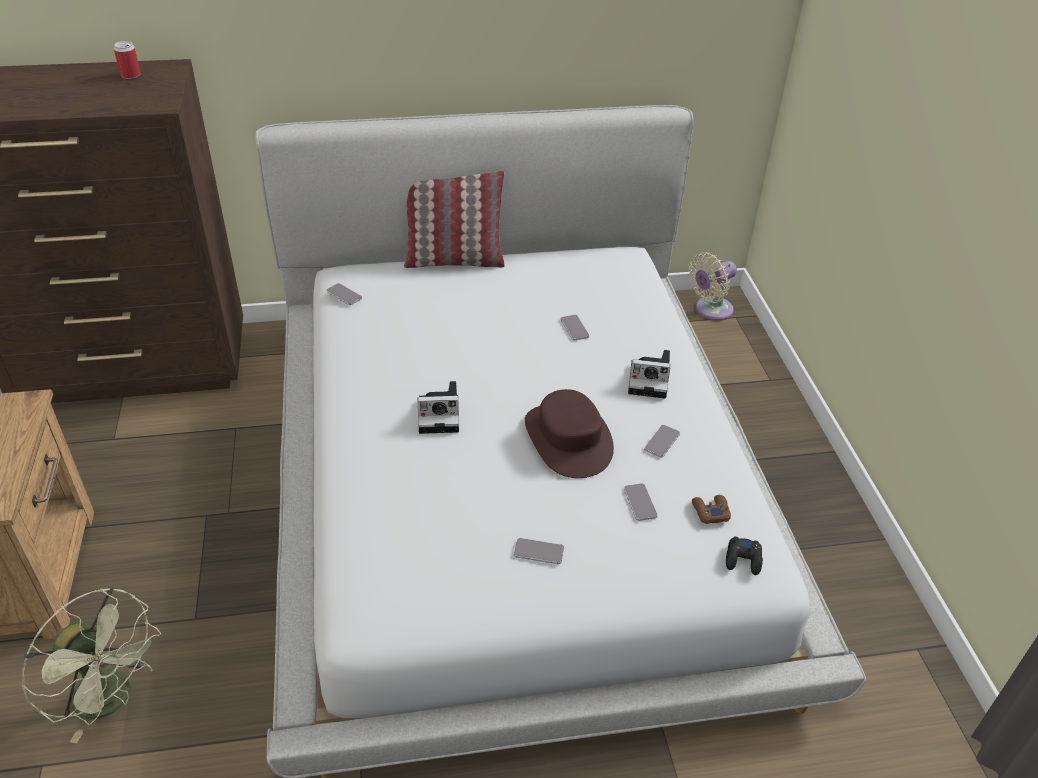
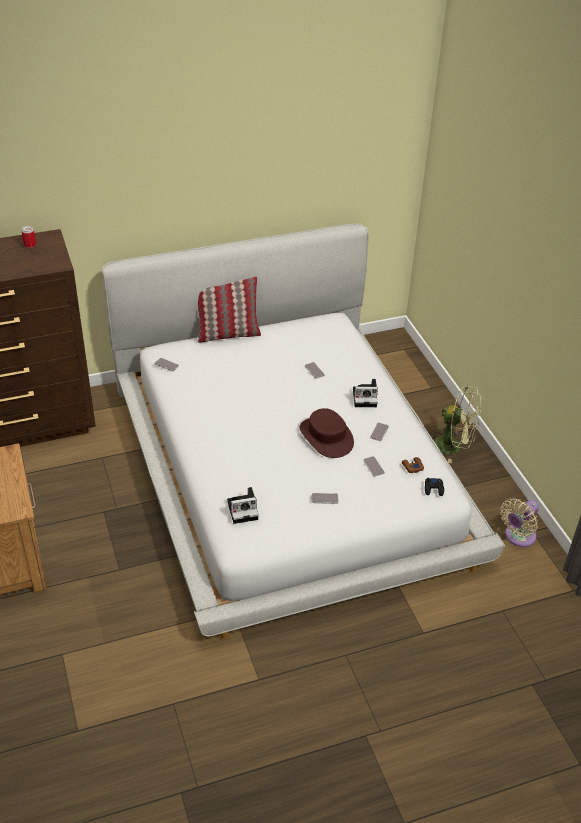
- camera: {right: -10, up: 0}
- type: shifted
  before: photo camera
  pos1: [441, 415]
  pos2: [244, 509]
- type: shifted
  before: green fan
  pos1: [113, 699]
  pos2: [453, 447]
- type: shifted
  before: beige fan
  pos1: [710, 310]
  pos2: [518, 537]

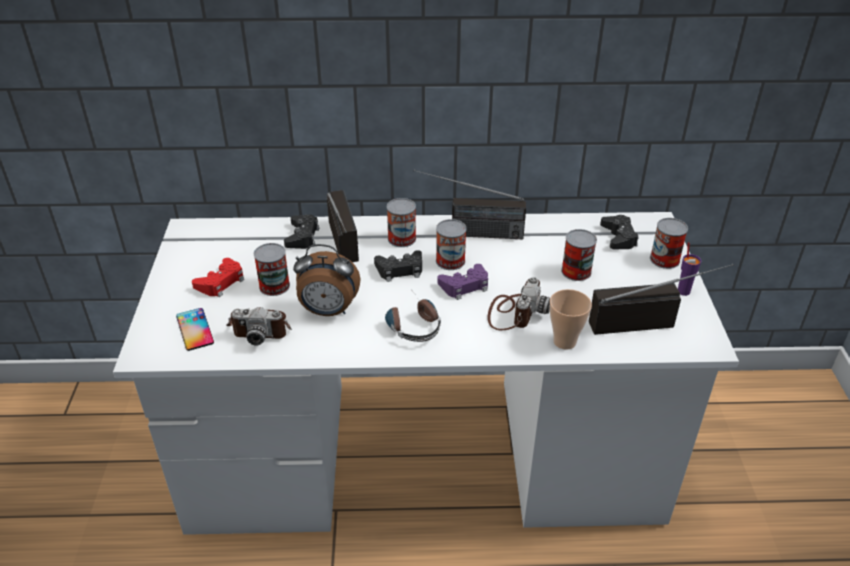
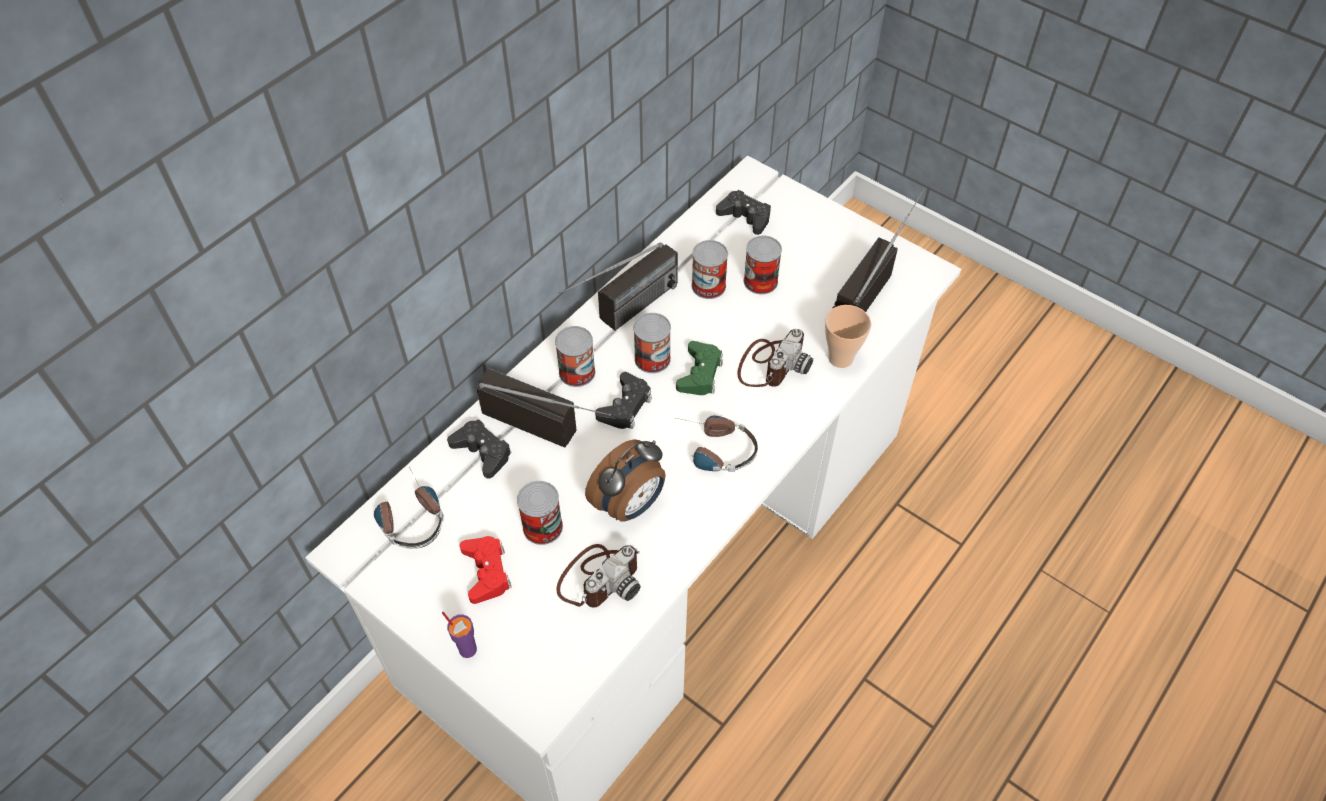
- camera: {right: -50, up: 15}
- type: new
  after: headphones
  pos2: [409, 515]
- type: shifted
  before: purple cup
  pos1: [683, 291]
  pos2: [467, 649]
- type: repainted
  before: purple game controller
  after: green game controller
  pos1: [465, 286]
  pos2: [700, 374]
- type: shifted
  before: can
  pos1: [664, 259]
  pos2: [708, 286]
- type: rotated
  before: photo camera
  pos1: [514, 312]
  pos2: [771, 364]
  turn: 60
- type: gone
  before: phone
  pos1: [194, 329]

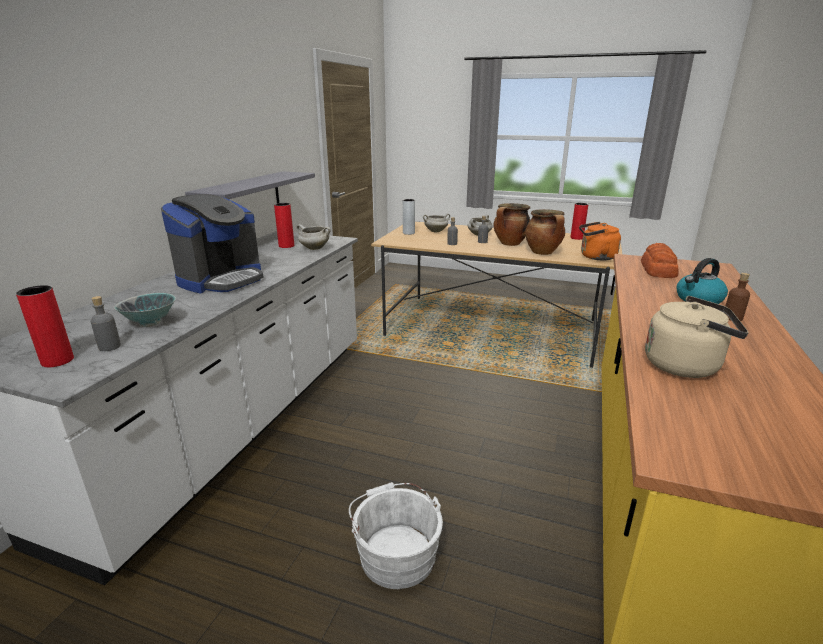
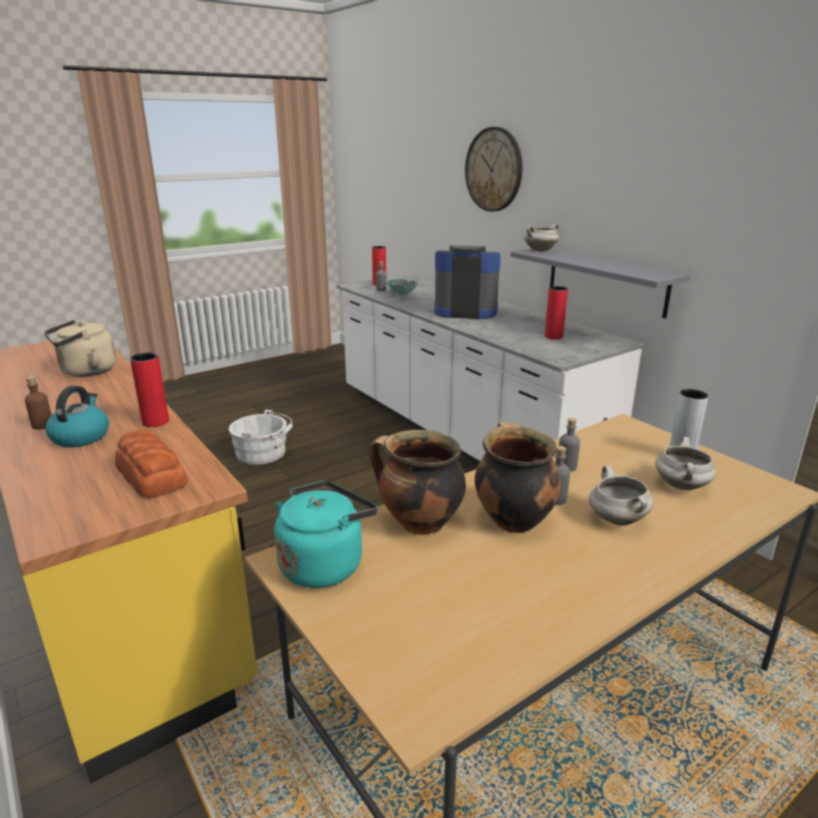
- camera: {right: 125, up: 0}
- type: shifted
  before: red vase
  pos1: [576, 238]
  pos2: [155, 422]
- type: repainted
  before: orange kettle
  after: turquoise kettle
  pos1: [595, 257]
  pos2: [324, 564]
- type: rotated
  before: coffee machine
  pos1: [221, 280]
  pos2: [465, 311]
  turn: 120
- type: new
  after: wall clock
  pos2: [494, 170]
- type: shifted
  before: white cooking pot
  pos1: [314, 248]
  pos2: [540, 250]

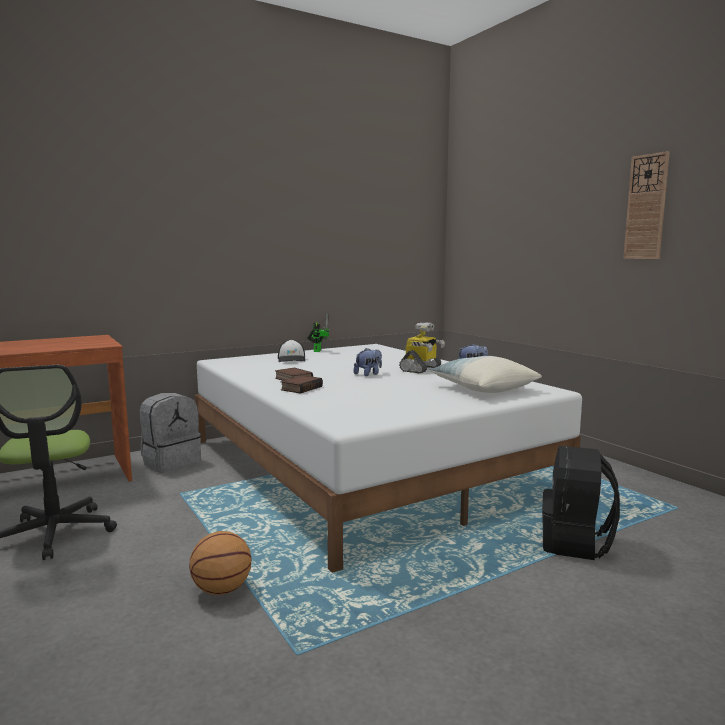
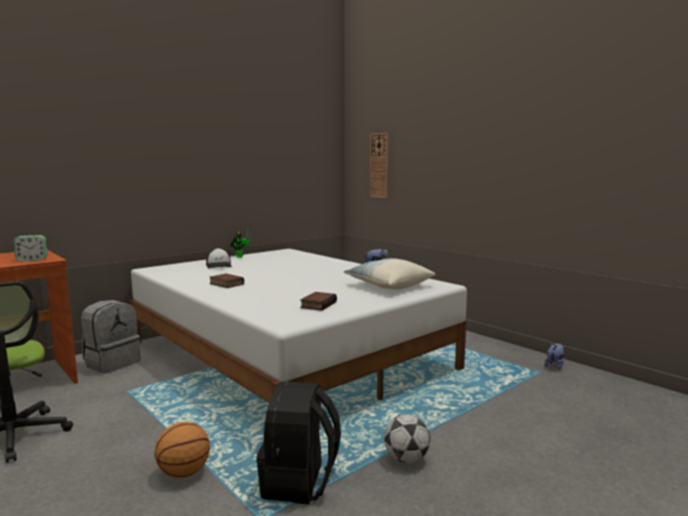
- camera: {right: -10, up: 0}
- type: new
  after: alarm clock
  pos2: [32, 260]
- type: shifted
  before: black backpack
  pos1: [576, 543]
  pos2: [299, 483]
- type: shifted
  before: book
  pos1: [301, 388]
  pos2: [318, 304]
- type: shifted
  before: wall clock
  pos1: [646, 207]
  pos2: [379, 165]
- type: new
  after: football
  pos2: [406, 459]
- type: shifted
  before: plush toy
  pos1: [368, 374]
  pos2: [554, 366]
- type: gone
  before: toy robot
  pos1: [421, 369]

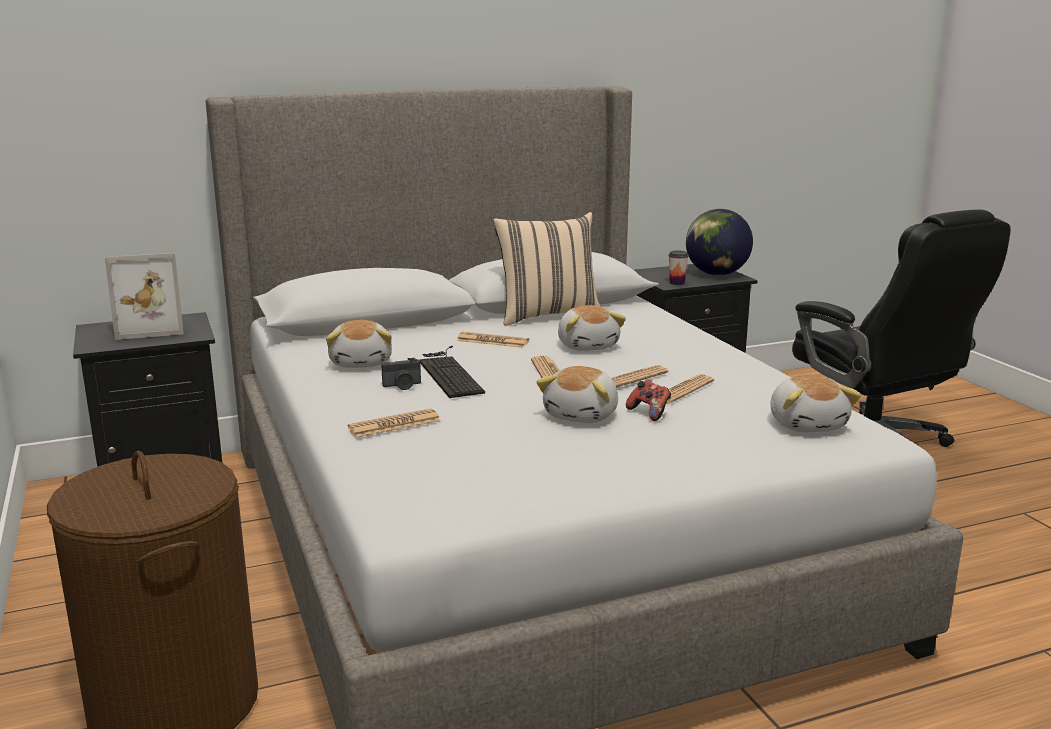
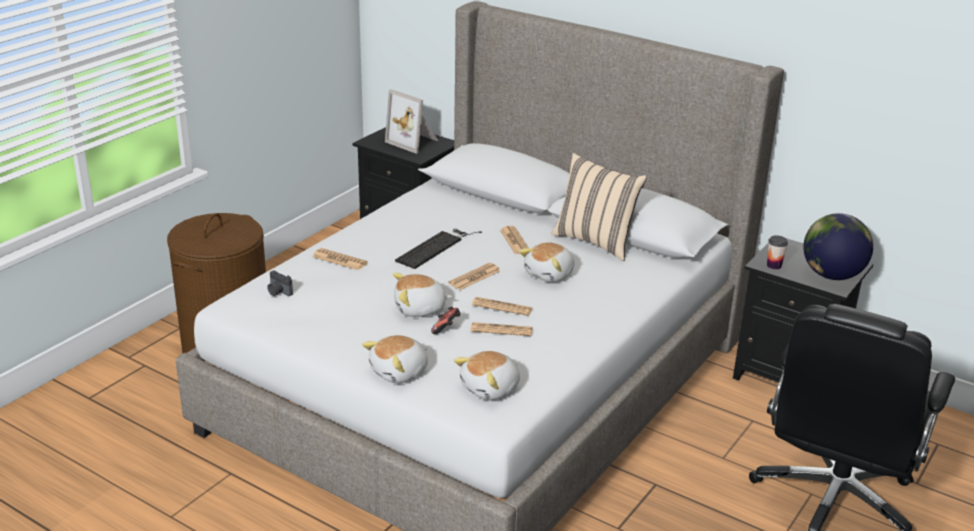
- camera: {right: 55, up: 10}
- type: shifted
  before: photo camera
  pos1: [402, 386]
  pos2: [278, 292]
- type: shifted
  before: plush toy
  pos1: [362, 362]
  pos2: [400, 372]

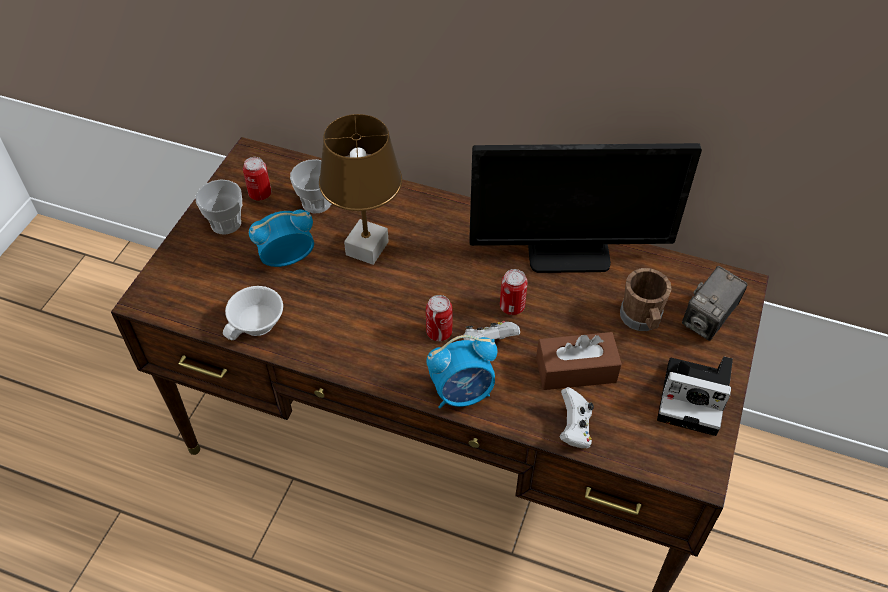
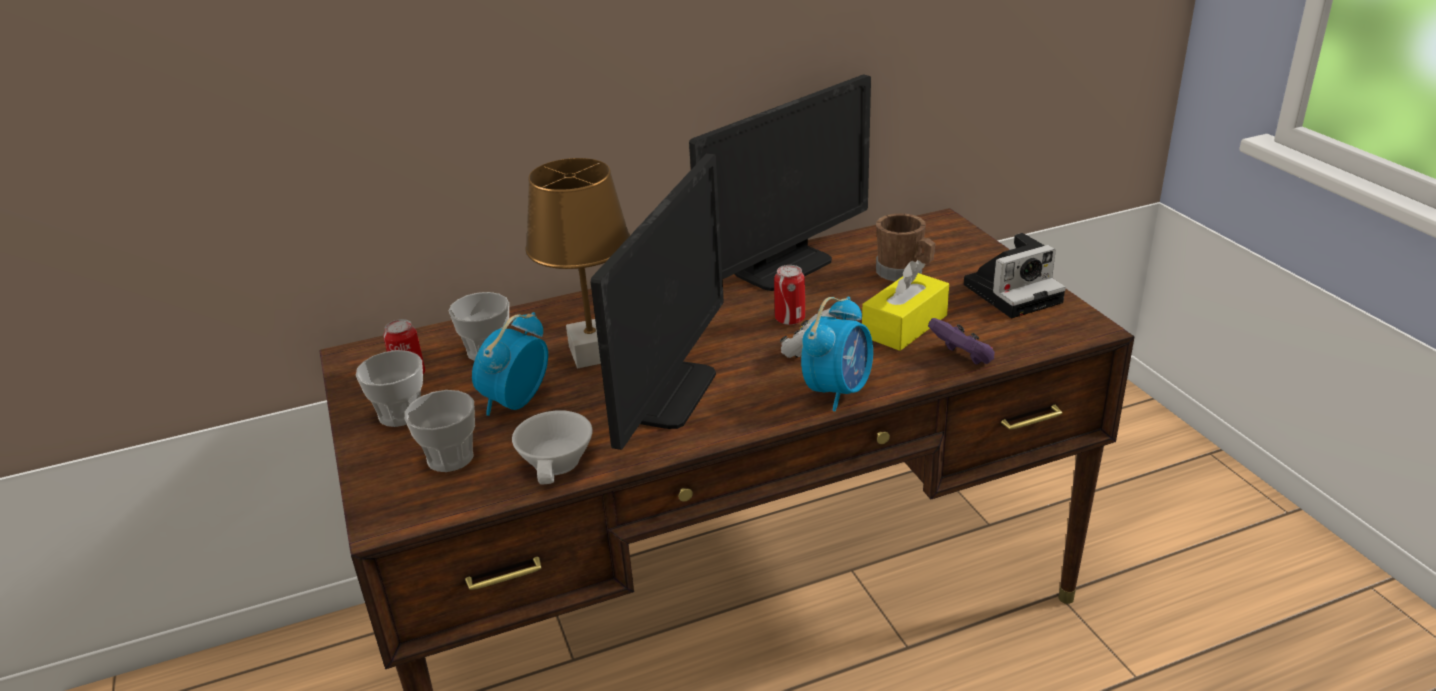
- camera: {right: -40, up: -20}
- type: new
  after: cup
  pos2: [450, 458]
- type: new
  after: monitor
  pos2: [667, 393]
- type: repainted
  before: brown tissue box
  after: yellow tissue box
  pos1: [576, 370]
  pos2: [904, 326]
- type: repainted
  before: white game controller
  after: purple game controller
  pos1: [574, 429]
  pos2: [962, 358]
- type: gone
  before: can
  pos1: [439, 332]
- type: gone
  before: photo camera
  pos1: [707, 321]

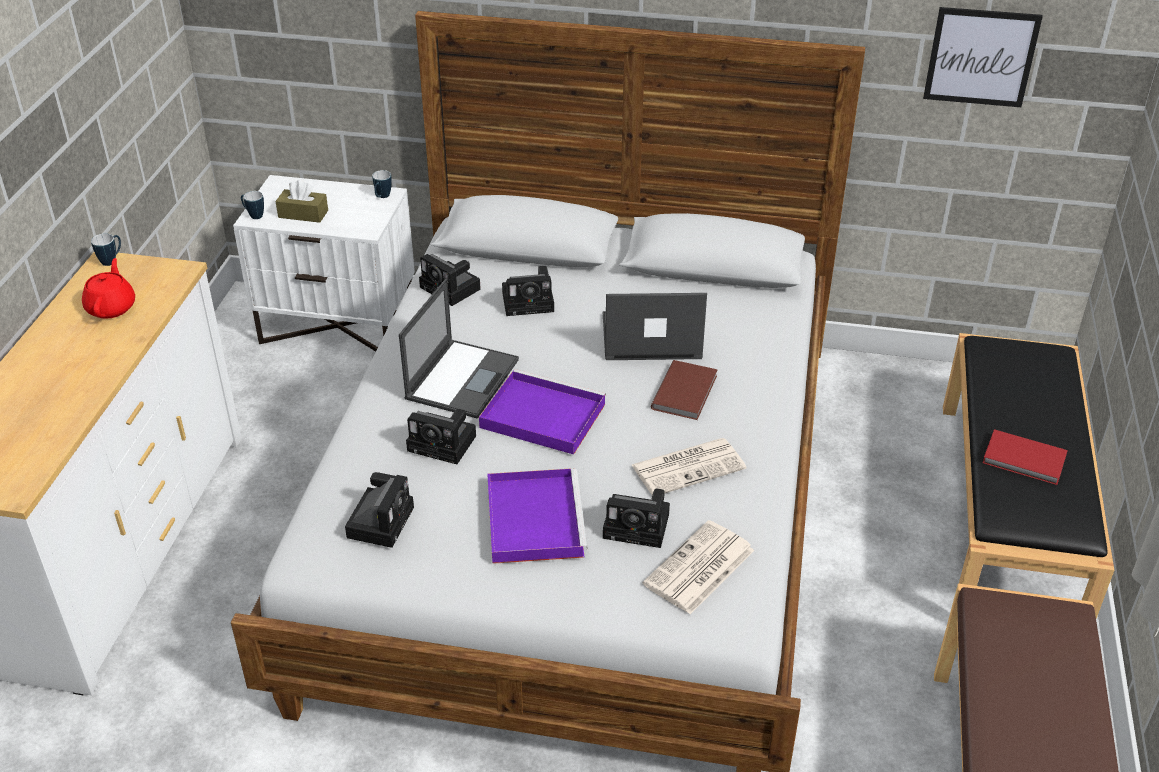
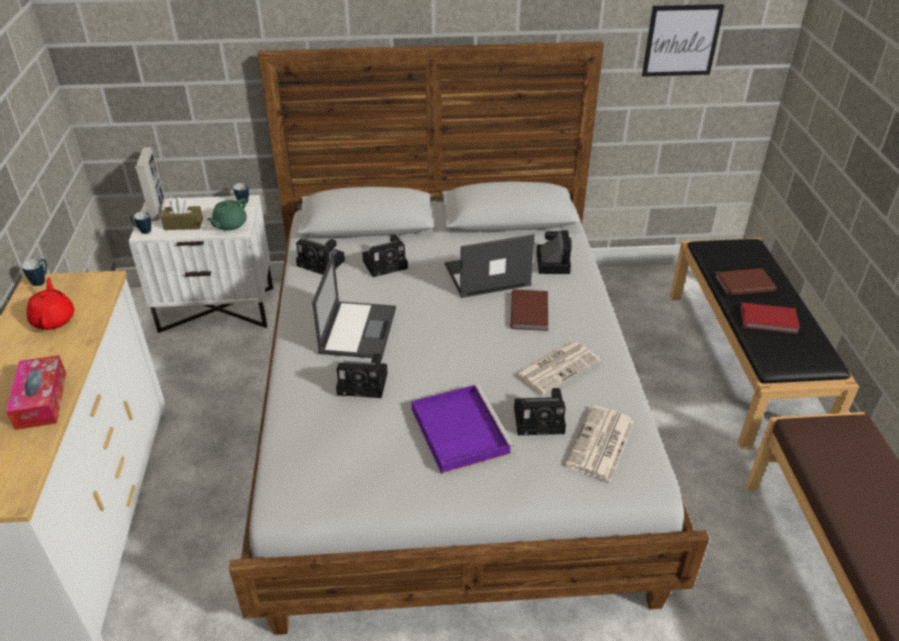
- camera: {right: -15, up: 0}
- type: new
  after: tissue box
  pos2: [41, 400]
- type: new
  after: picture frame
  pos2: [157, 210]
- type: new
  after: green teapot
  pos2: [229, 224]
- type: shifted
  before: photo camera
  pos1: [381, 520]
  pos2: [552, 261]
- type: new
  after: brown book
  pos2: [743, 283]
- type: gone
  before: purple tray
  pos1: [540, 415]

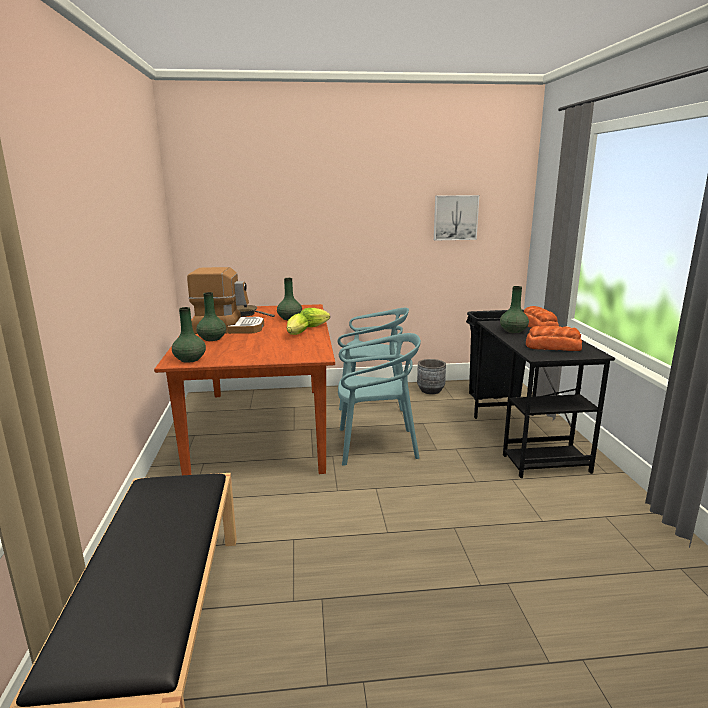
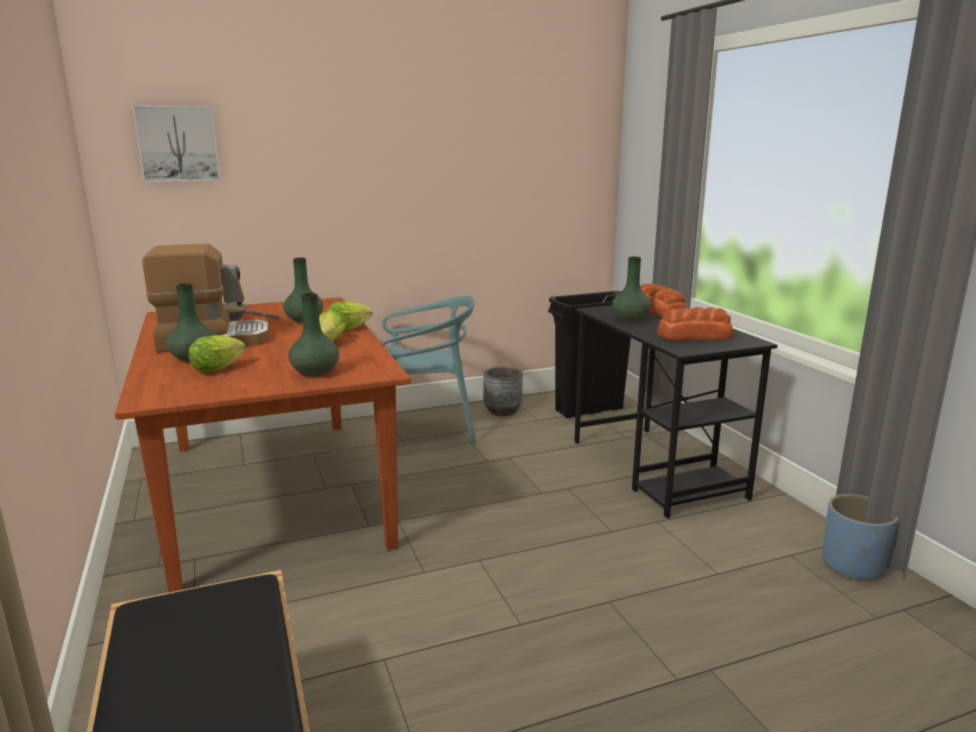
- camera: {right: -15, up: 0}
- type: shifted
  before: picture
  pos1: [455, 217]
  pos2: [178, 143]
- type: new
  after: lettuce
  pos2: [220, 368]
- type: shifted
  before: green vase
  pos1: [190, 359]
  pos2: [315, 372]
- type: new
  after: blue planter
  pos2: [852, 565]
- type: gone
  before: turquoise chair
  pos1: [376, 445]

